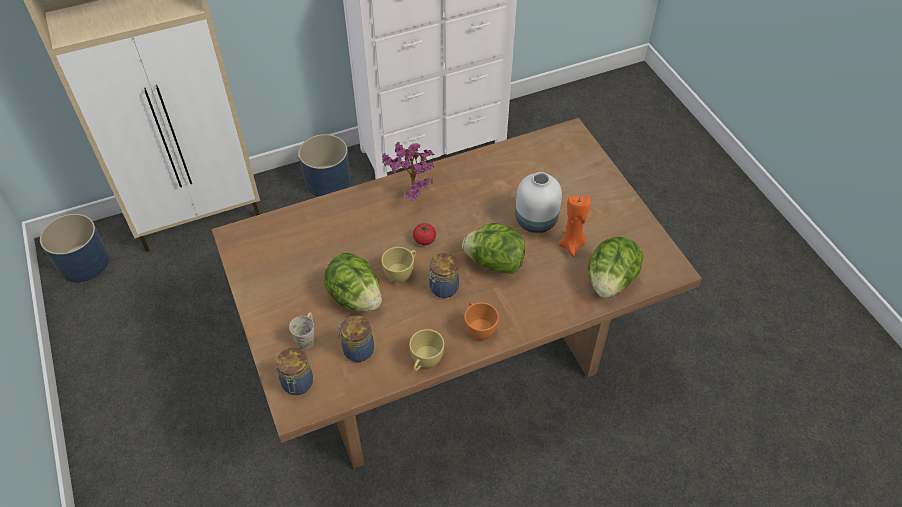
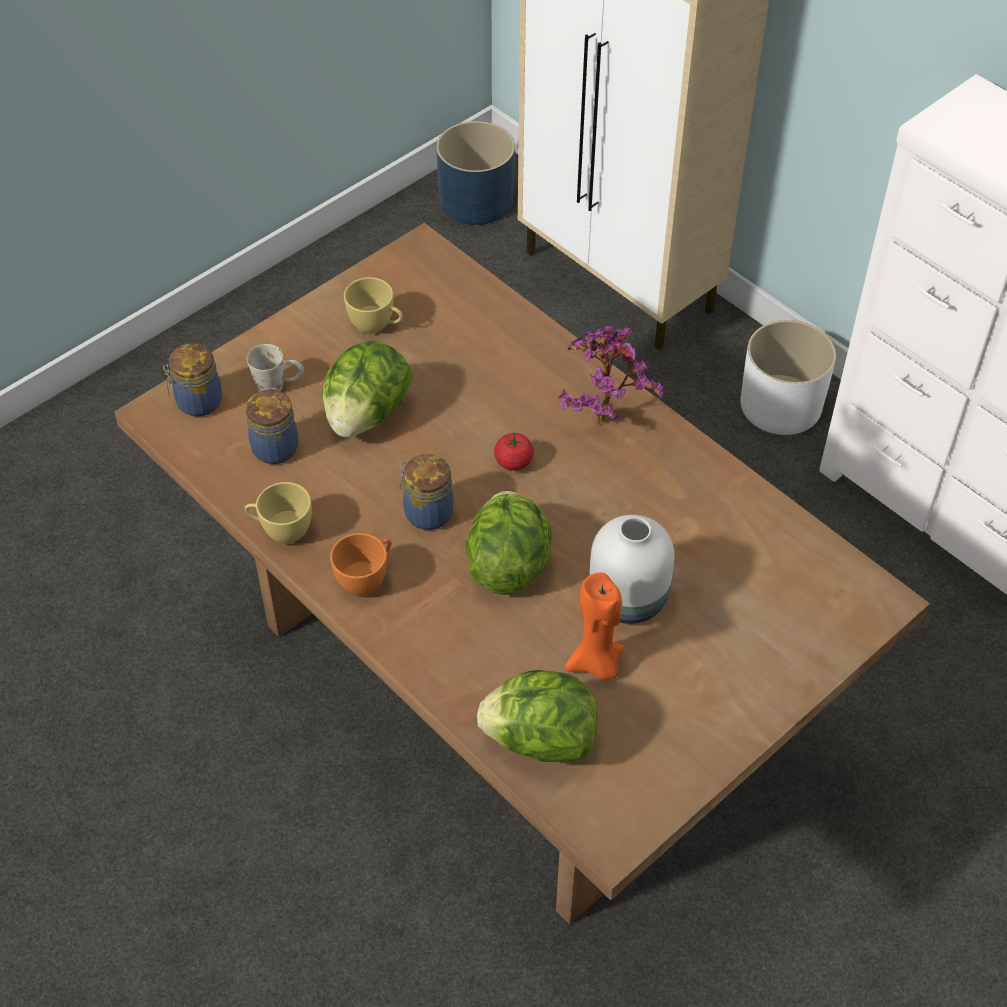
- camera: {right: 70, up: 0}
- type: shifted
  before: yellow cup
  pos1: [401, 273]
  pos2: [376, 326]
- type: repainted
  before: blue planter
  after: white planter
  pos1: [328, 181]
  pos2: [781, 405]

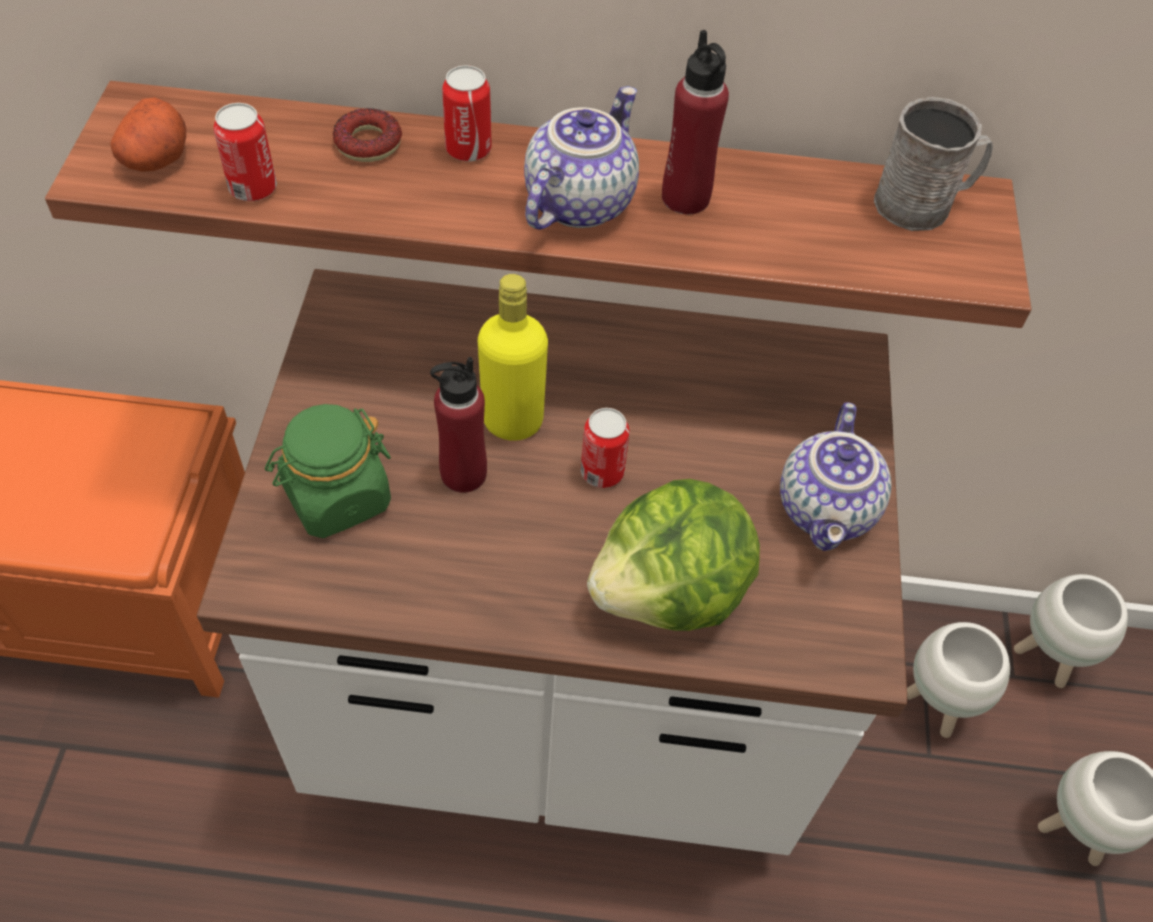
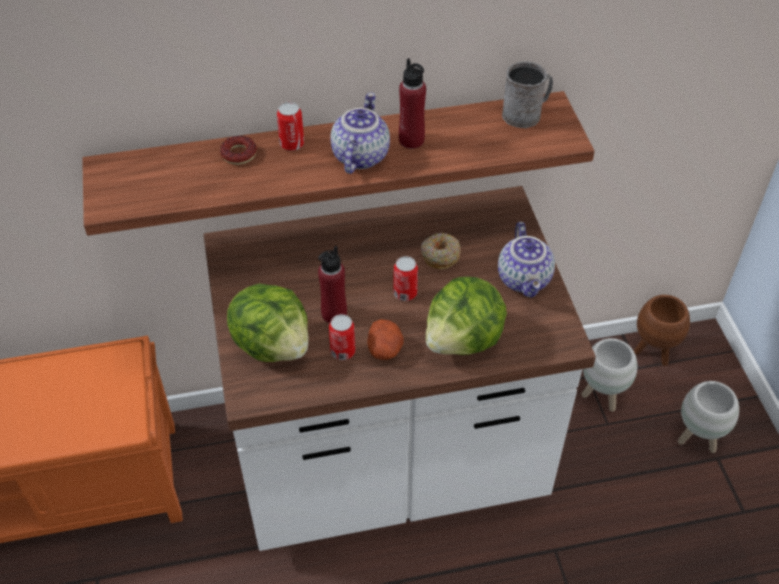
- camera: {right: -15, up: -5}
- type: swapped
  before: green jar
  after: lettuce
  pos1: [336, 497]
  pos2: [273, 344]
- type: shifted
  before: can
  pos1: [253, 188]
  pos2: [343, 351]
- type: shifted
  before: potato
  pos1: [156, 159]
  pos2: [385, 349]
- type: new
  after: donut
  pos2: [440, 255]
- type: repainted
  before: white planter
  after: brown planter
  pos1: [1047, 659]
  pos2: [653, 352]
- type: gone
  before: yellow bottle
  pos1: [512, 421]

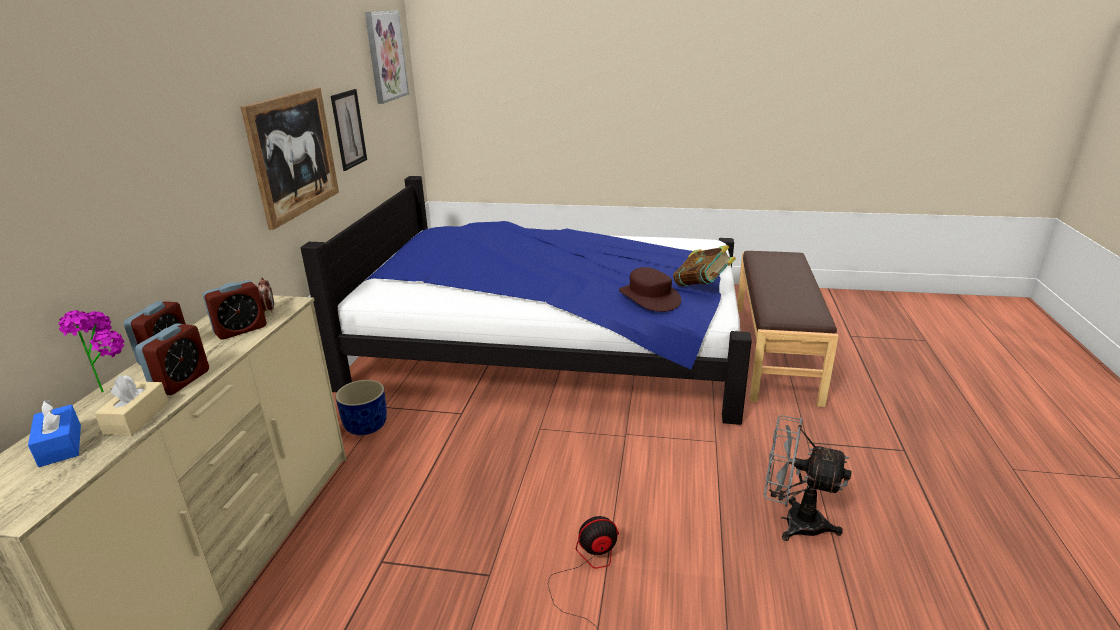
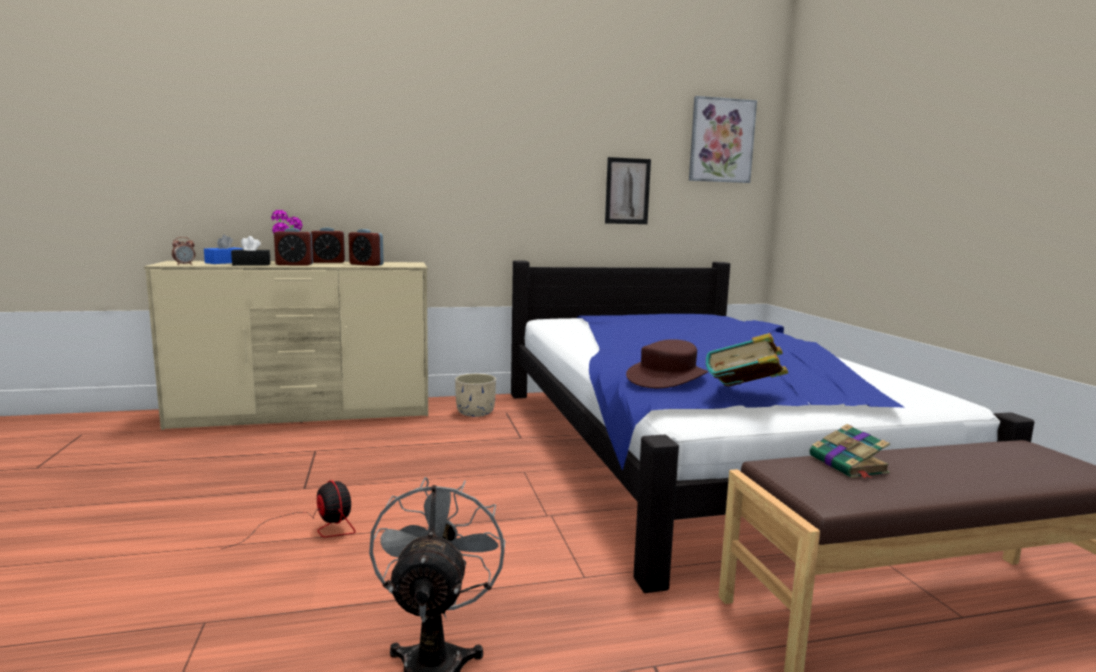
- camera: {right: 65, up: -15}
- type: shifted
  before: alarm clock
  pos1: [268, 310]
  pos2: [184, 265]
- type: repainted
  before: beige tissue box
  after: black tissue box
  pos1: [137, 418]
  pos2: [251, 264]
- type: repainted
  before: blue planter
  after: beige planter
  pos1: [366, 425]
  pos2: [476, 412]
- type: new
  after: book
  pos2: [849, 465]
- type: gone
  before: picture
  pos1: [293, 155]

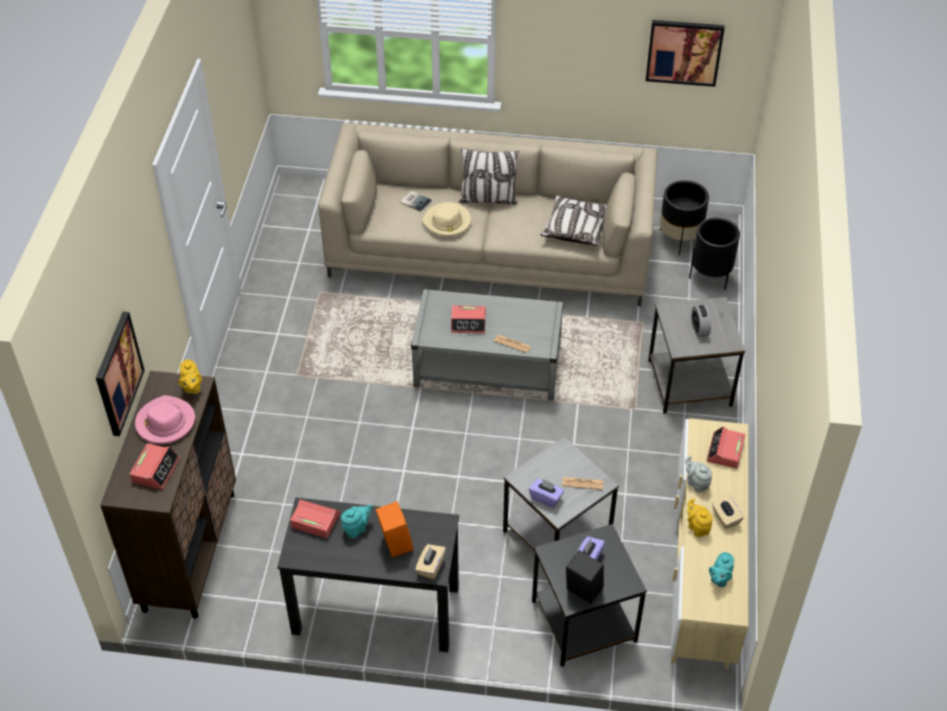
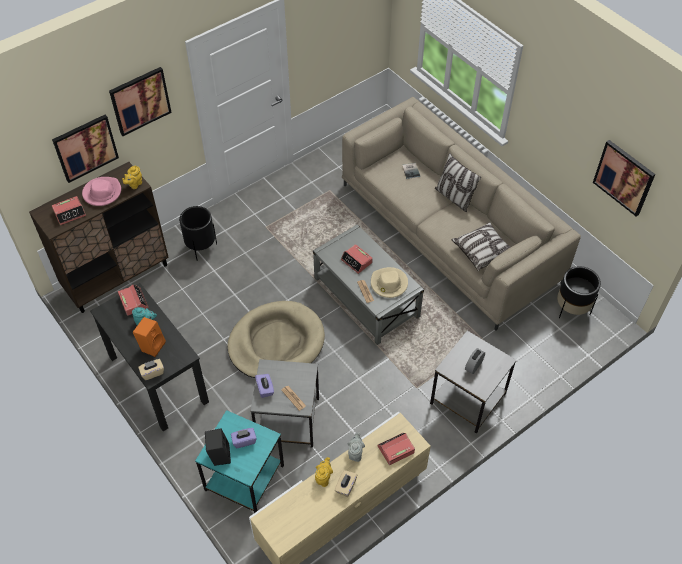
- camera: {right: 45, up: 5}
- type: new
  after: picture
  pos2: [140, 100]
- type: shifted
  before: black planter
  pos1: [710, 277]
  pos2: [201, 248]
- type: repainted
  before: black side table
  after: turquoise side table
  pos1: [583, 622]
  pos2: [243, 478]
- type: new
  after: beige dog bed
  pos2: [276, 343]
- type: shifted
  before: beige hat
  pos1: [447, 222]
  pos2: [388, 284]
- type: gone
  before: turquoise teapot
  pos1: [719, 579]

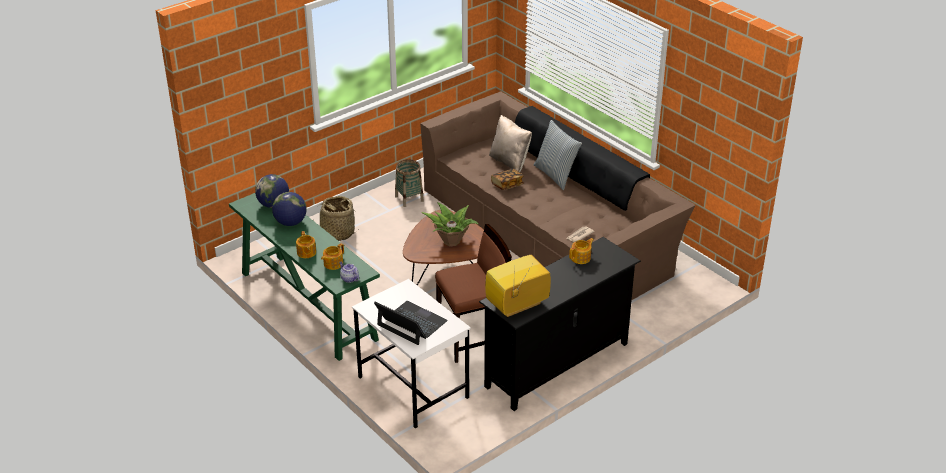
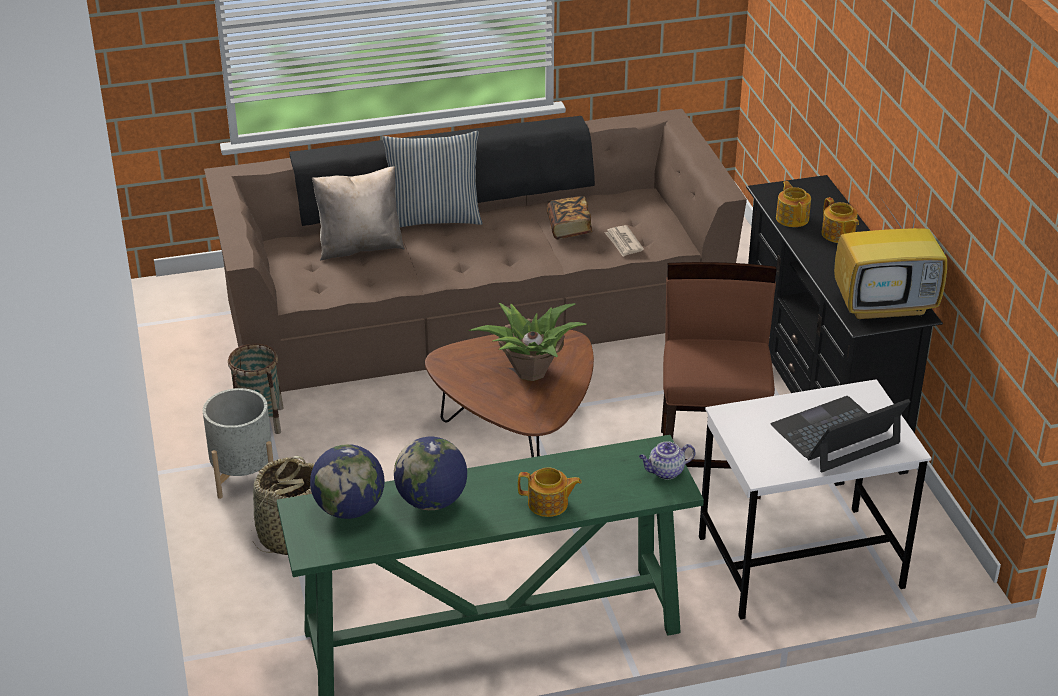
- camera: {right: -65, up: 0}
- type: new
  after: grey planter
  pos2: [243, 475]
- type: shifted
  before: book
  pos1: [507, 185]
  pos2: [569, 228]
- type: shifted
  before: teapot
  pos1: [333, 264]
  pos2: [838, 234]
- type: rotated
  before: television
  pos1: [516, 306]
  pos2: [886, 306]
  turn: -90

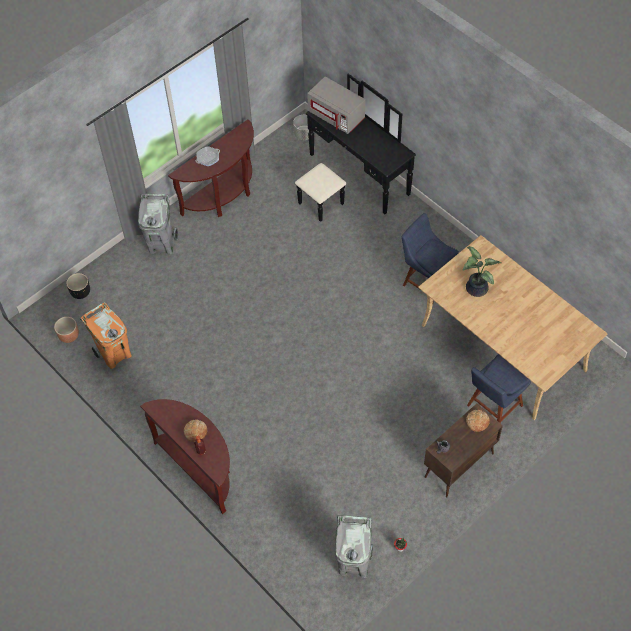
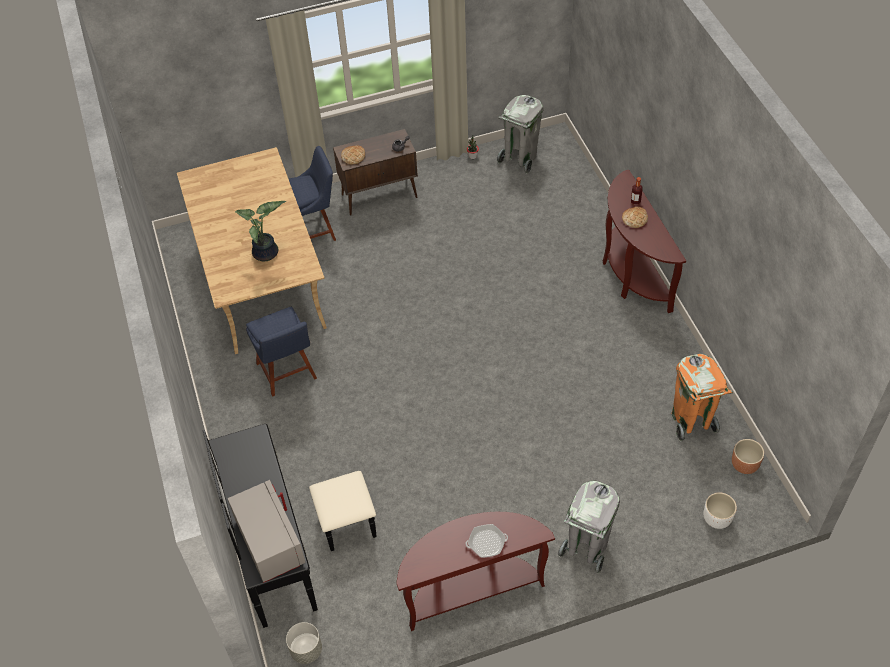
- camera: {right: -155, up: -5}
- type: repainted
  before: black planter
  after: white planter
  pos1: [80, 292]
  pos2: [716, 519]

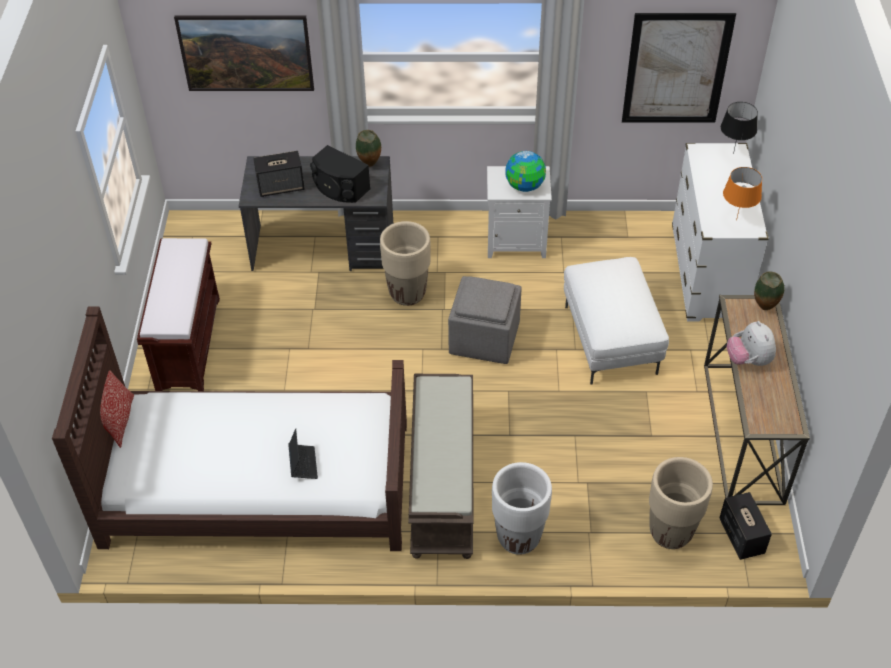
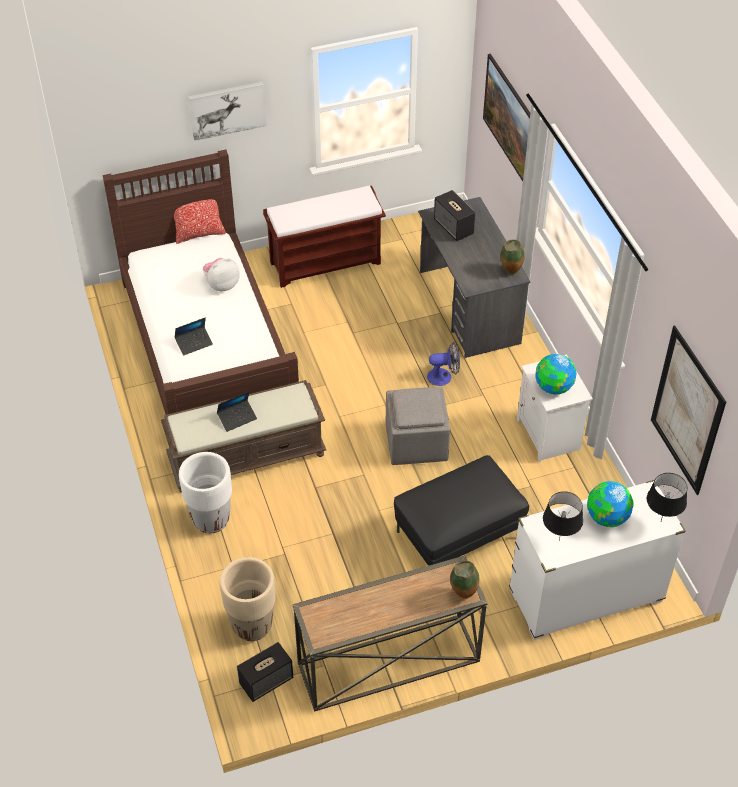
- camera: {right: 70, up: 0}
- type: new
  after: picture
  pos2: [227, 109]
- type: shifted
  before: plush toy
  pos1: [748, 360]
  pos2: [222, 285]
- type: new
  after: laptop
  pos2: [237, 418]
- type: repainted
  before: white ottoman
  after: black ottoman
  pos1: [611, 340]
  pos2: [458, 536]
- type: swapped
  before: beige planter
  after: fan
  pos1: [407, 293]
  pos2: [444, 376]
- type: repainted
  before: orange table lamp
  after: black table lamp
  pos1: [737, 219]
  pos2: [559, 541]
- type: new
  after: globe
  pos2: [607, 517]
- type: gone
  before: black speaker
  pos1: [339, 188]

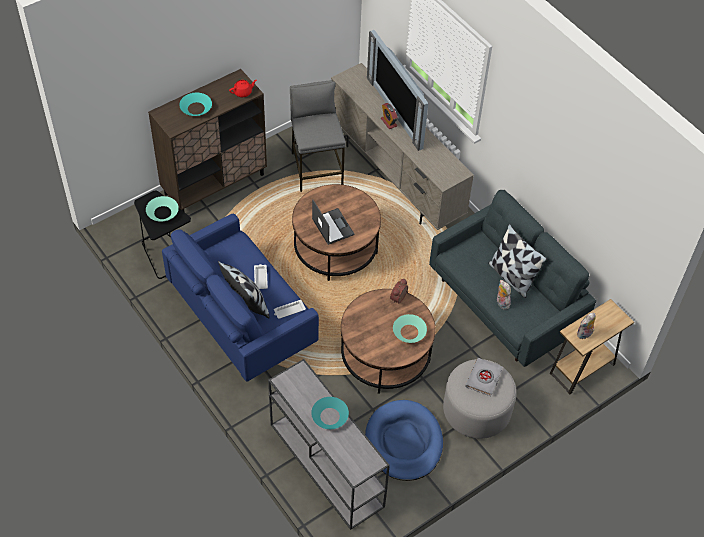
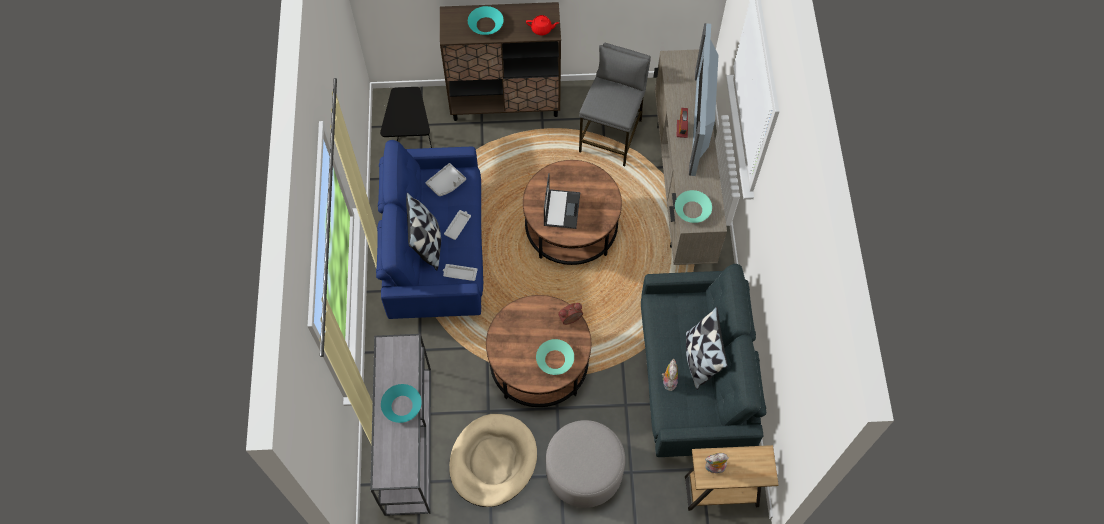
- camera: {right: 35, up: 10}
- type: new
  after: grey tray
  pos2: [446, 183]
- type: repainted
  before: blue dog bed
  after: beige dog bed
  pos1: [403, 442]
  pos2: [493, 461]
- type: shifted
  before: turquoise bowl
  pos1: [162, 212]
  pos2: [692, 209]
- type: gone
  before: grey book
  pos1: [484, 378]

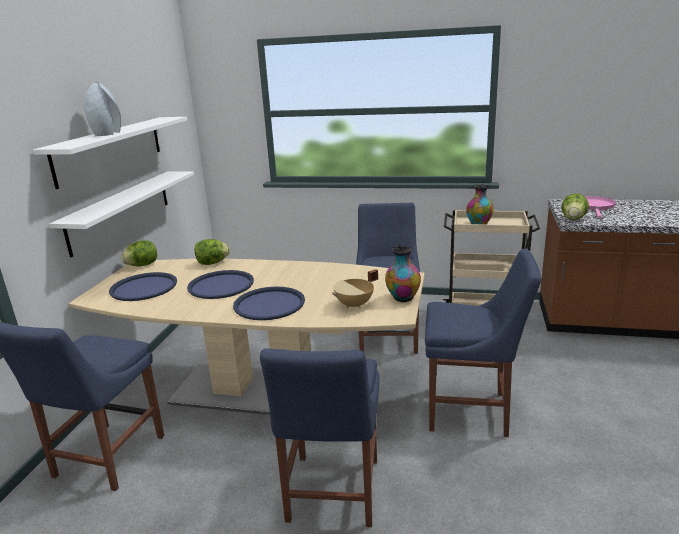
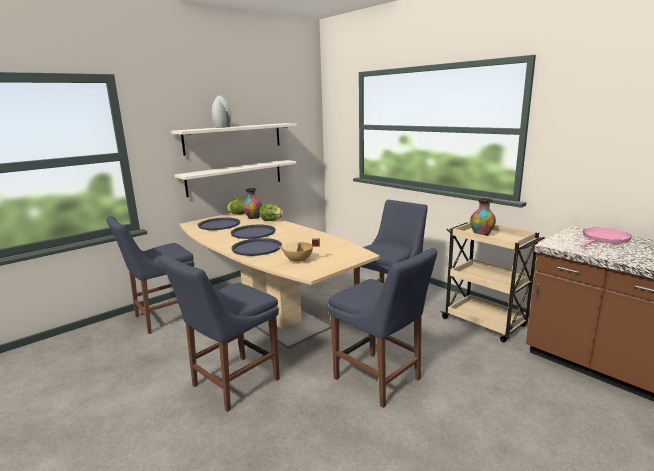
- camera: {right: 35, up: -5}
- type: shifted
  before: vase
  pos1: [402, 298]
  pos2: [253, 217]
- type: gone
  before: lettuce
  pos1: [573, 219]

